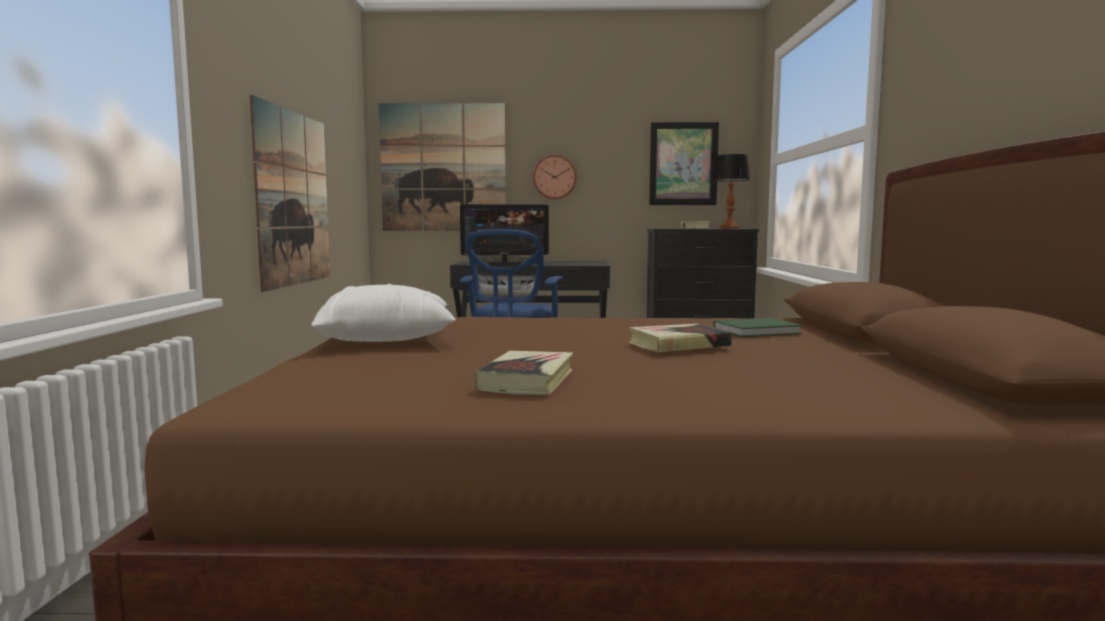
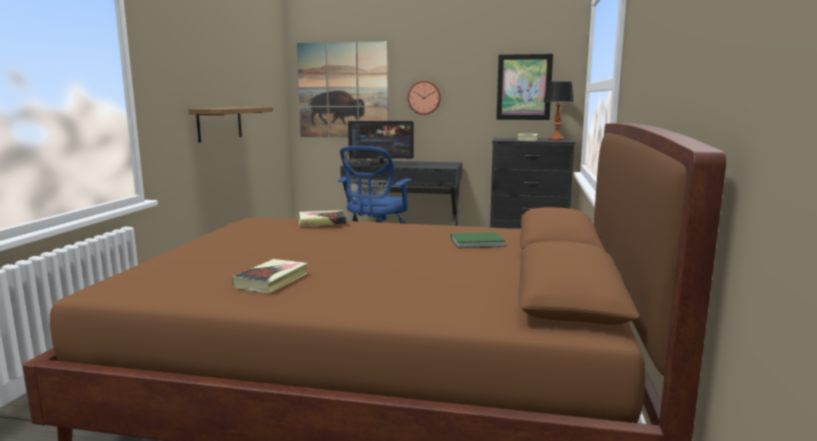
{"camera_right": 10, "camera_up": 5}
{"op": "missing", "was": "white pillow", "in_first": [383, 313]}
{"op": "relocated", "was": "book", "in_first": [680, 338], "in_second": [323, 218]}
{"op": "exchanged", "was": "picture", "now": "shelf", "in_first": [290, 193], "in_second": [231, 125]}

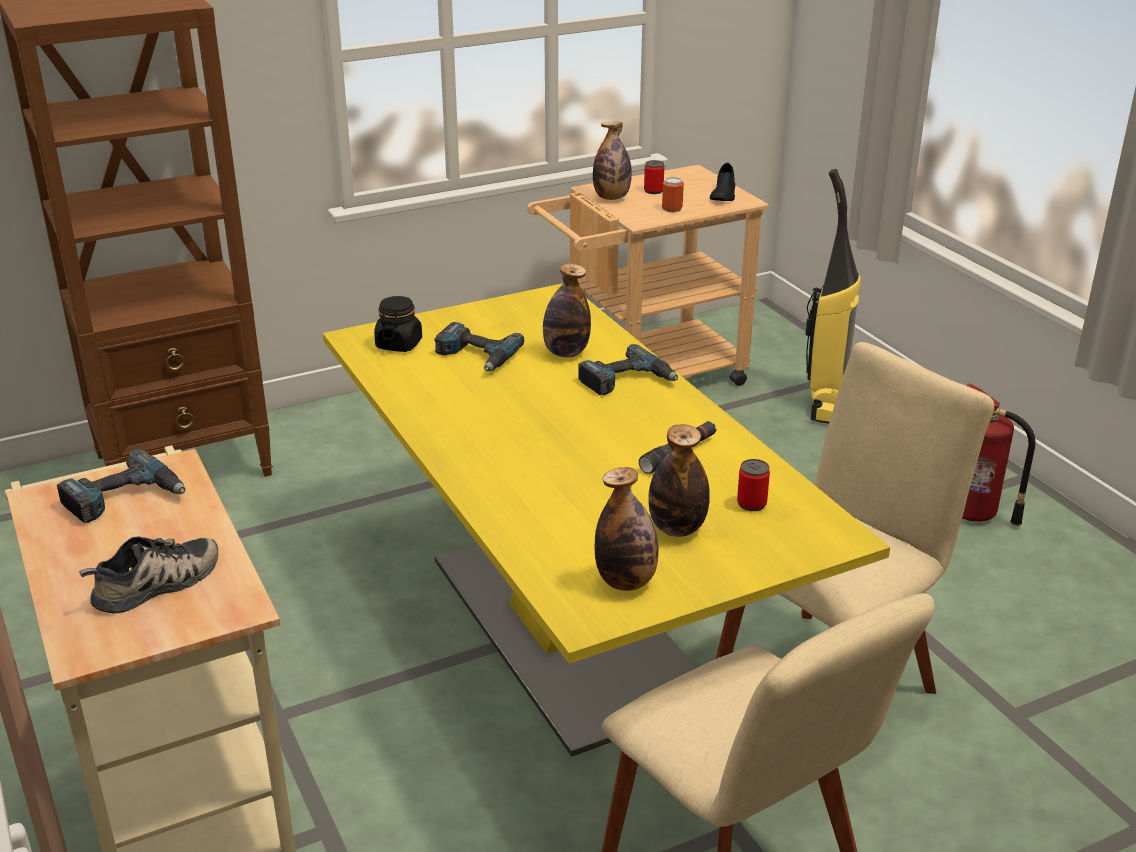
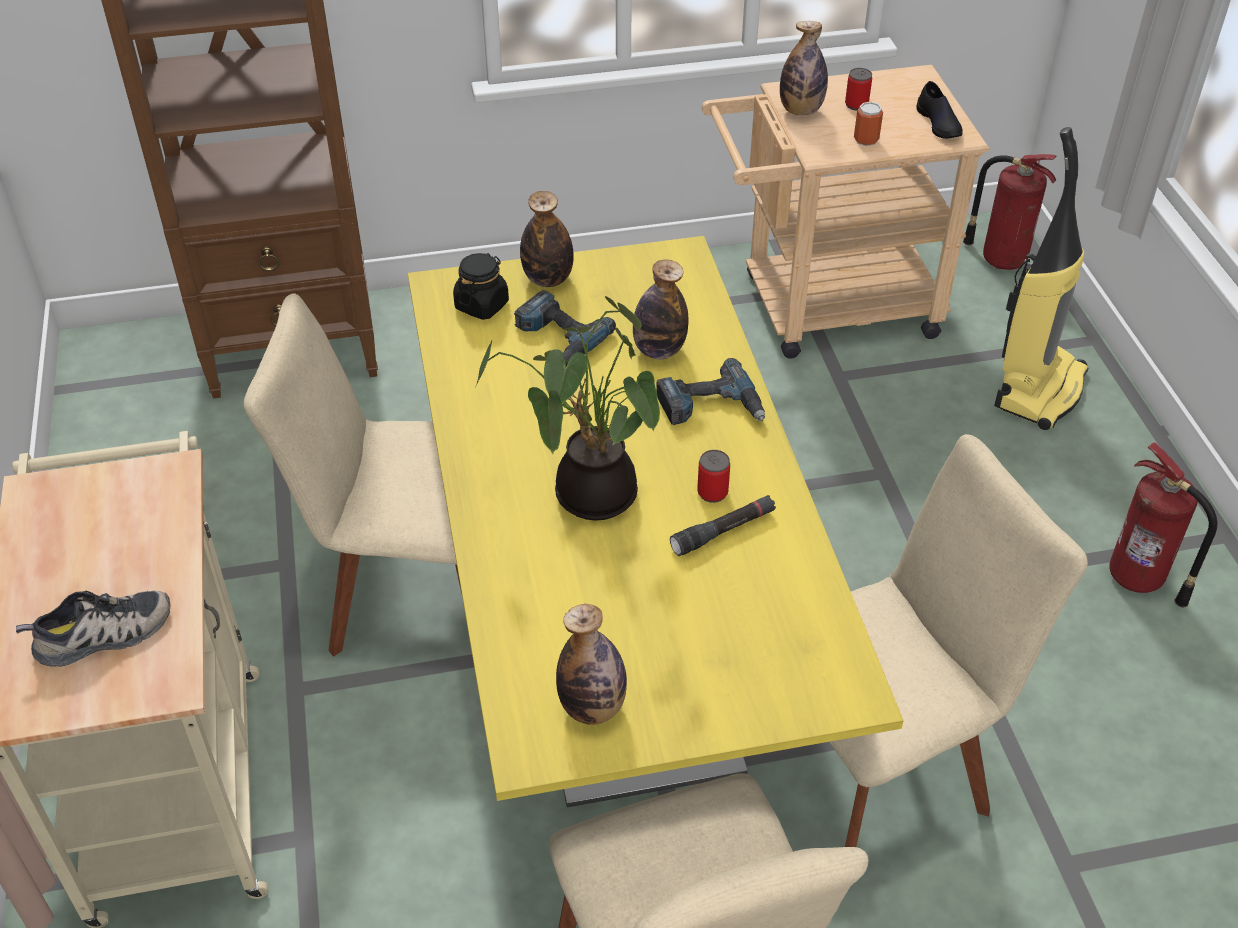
{"camera_right": 15, "camera_up": 15}
{"op": "missing", "was": "power drill", "in_first": [121, 486]}
{"op": "appeared", "now": "beige chair", "in_second": [353, 475]}
{"op": "appeared", "now": "potted plant", "in_second": [568, 408]}
{"op": "appeared", "now": "fire extinguisher", "in_second": [1010, 212]}
{"op": "relocated", "was": "bottle", "in_first": [679, 480], "in_second": [547, 239]}
{"op": "relocated", "was": "can", "in_first": [753, 485], "in_second": [713, 476]}
{"op": "spun", "was": "black shoe", "in_first": [722, 182], "in_second": [939, 110], "clockwise": -45}

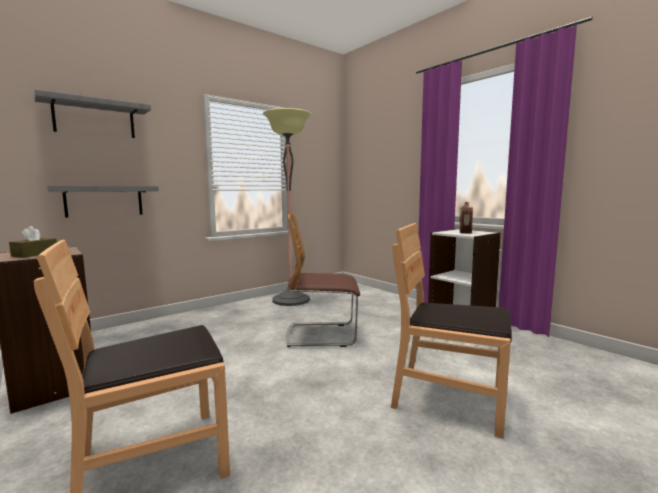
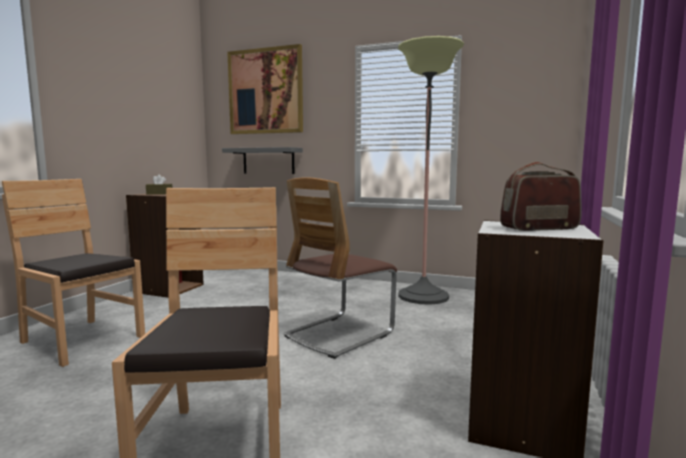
{"camera_right": 60, "camera_up": 0}
{"op": "exchanged", "was": "grey shelf", "now": "picture", "in_first": [92, 113], "in_second": [265, 89]}
{"op": "spun", "was": "chair", "in_first": [323, 280], "in_second": [340, 268], "clockwise": -105}

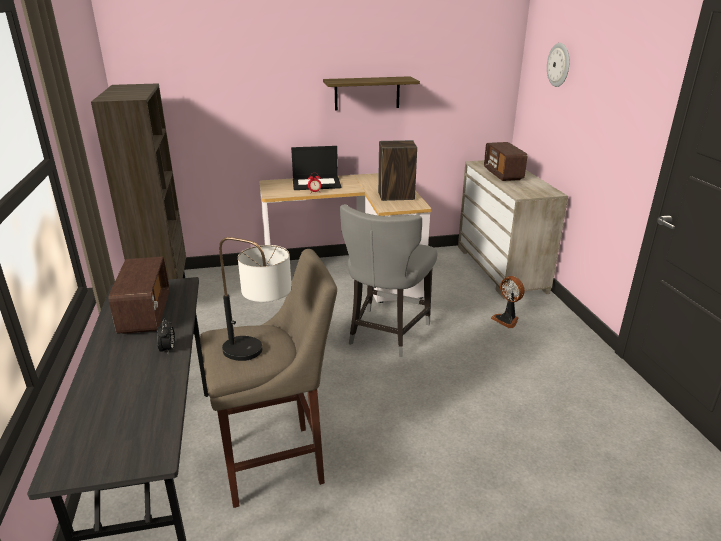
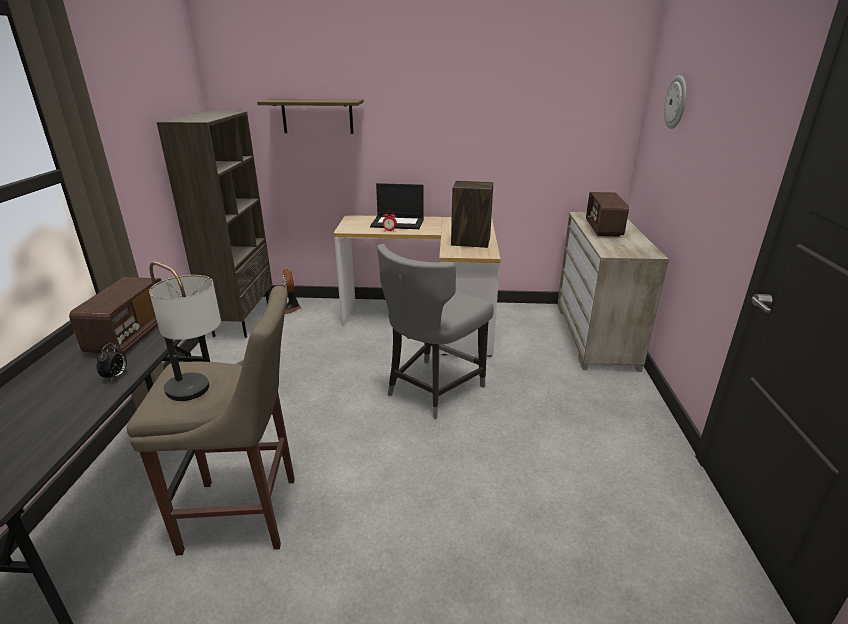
{"camera_right": 15, "camera_up": 0}
{"op": "relocated", "was": "shelf", "in_first": [371, 93], "in_second": [310, 116]}
{"op": "relocated", "was": "fan", "in_first": [508, 302], "in_second": [292, 291]}

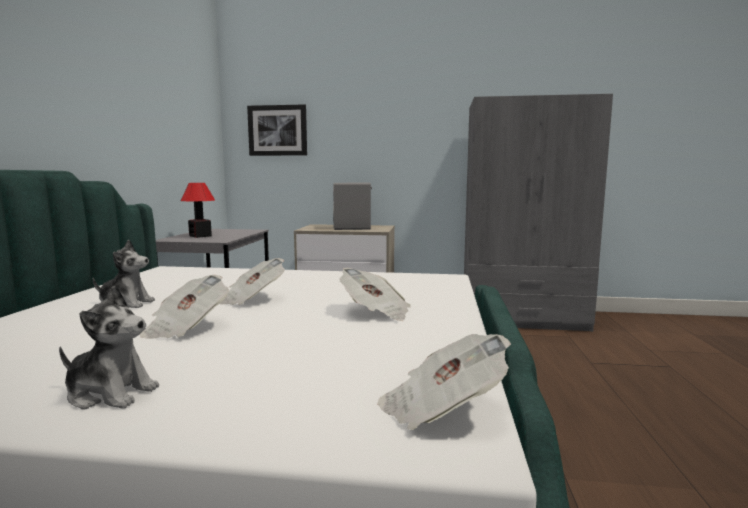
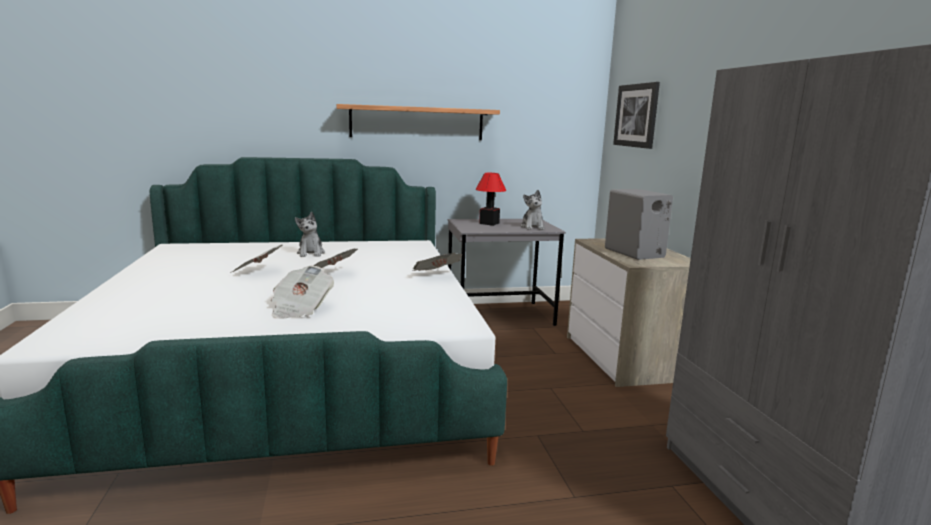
{"camera_right": 70, "camera_up": 5}
{"op": "appeared", "now": "shelf", "in_second": [418, 122]}
{"op": "relocated", "was": "plush toy", "in_first": [109, 348], "in_second": [532, 210]}
{"op": "relocated", "was": "newspaper", "in_first": [444, 382], "in_second": [437, 262]}

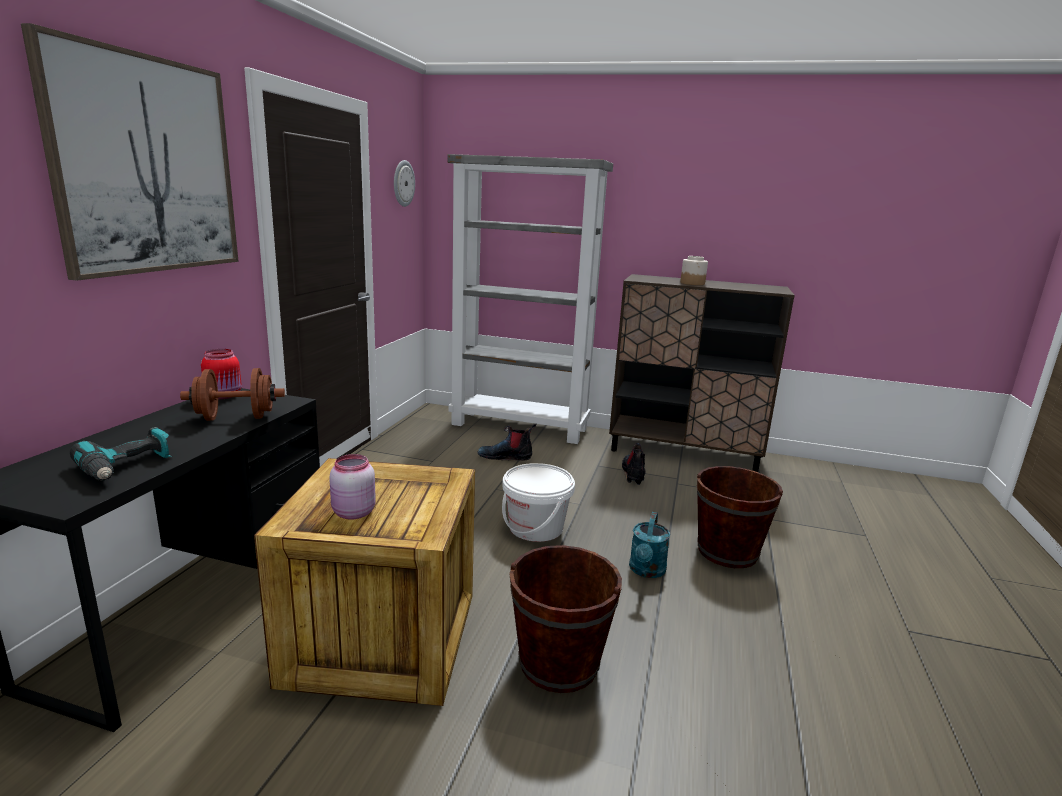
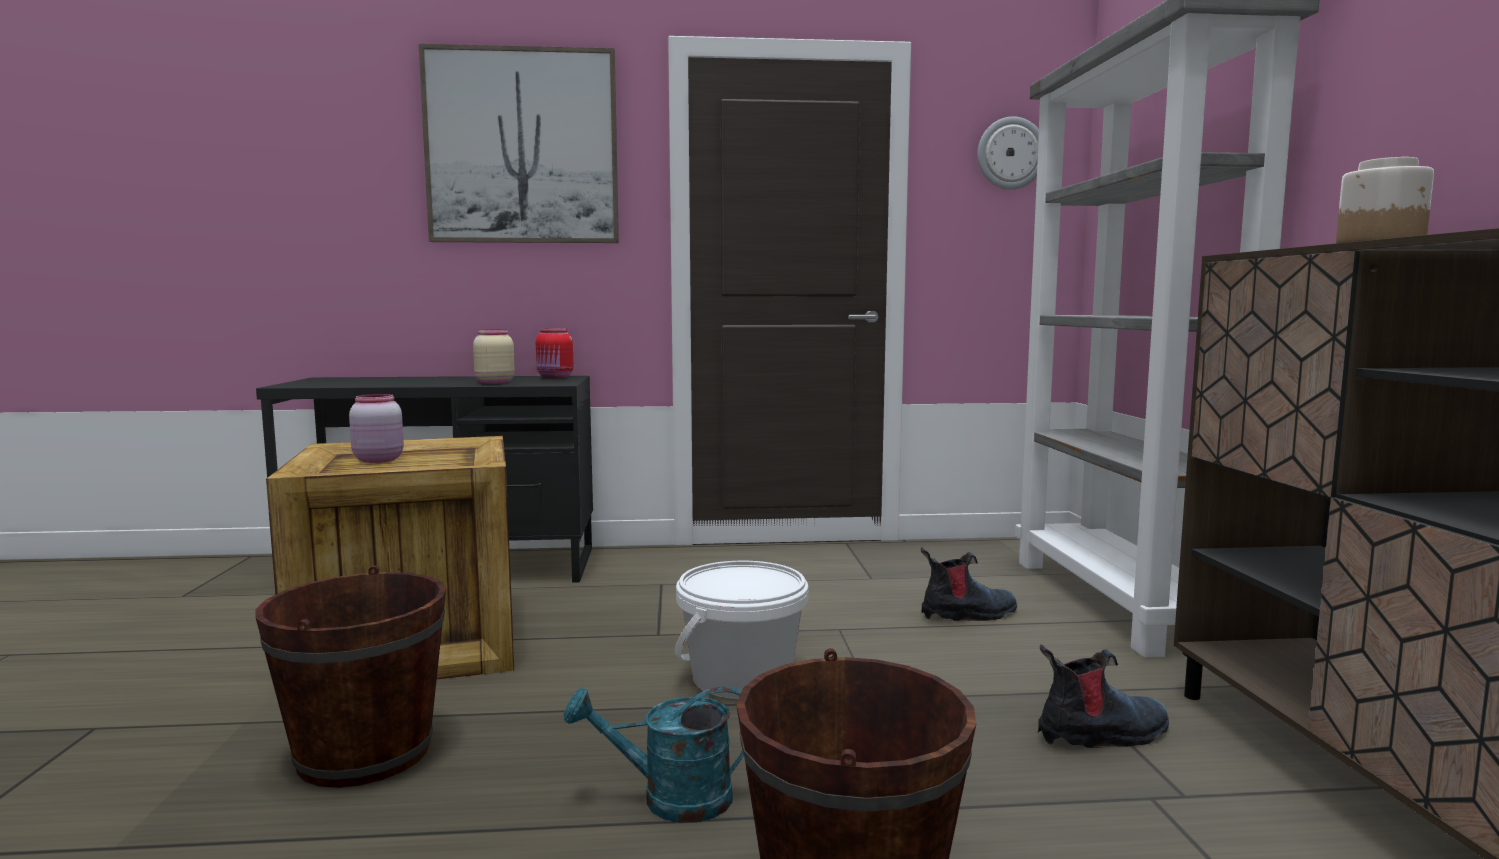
{"camera_right": 70, "camera_up": -10}
{"op": "missing", "was": "power drill", "in_first": [121, 454]}
{"op": "exchanged", "was": "brown dumbbell", "now": "beige jar", "in_first": [232, 394], "in_second": [494, 357]}
{"op": "spun", "was": "boot", "in_first": [507, 442], "in_second": [969, 584], "clockwise": 90}

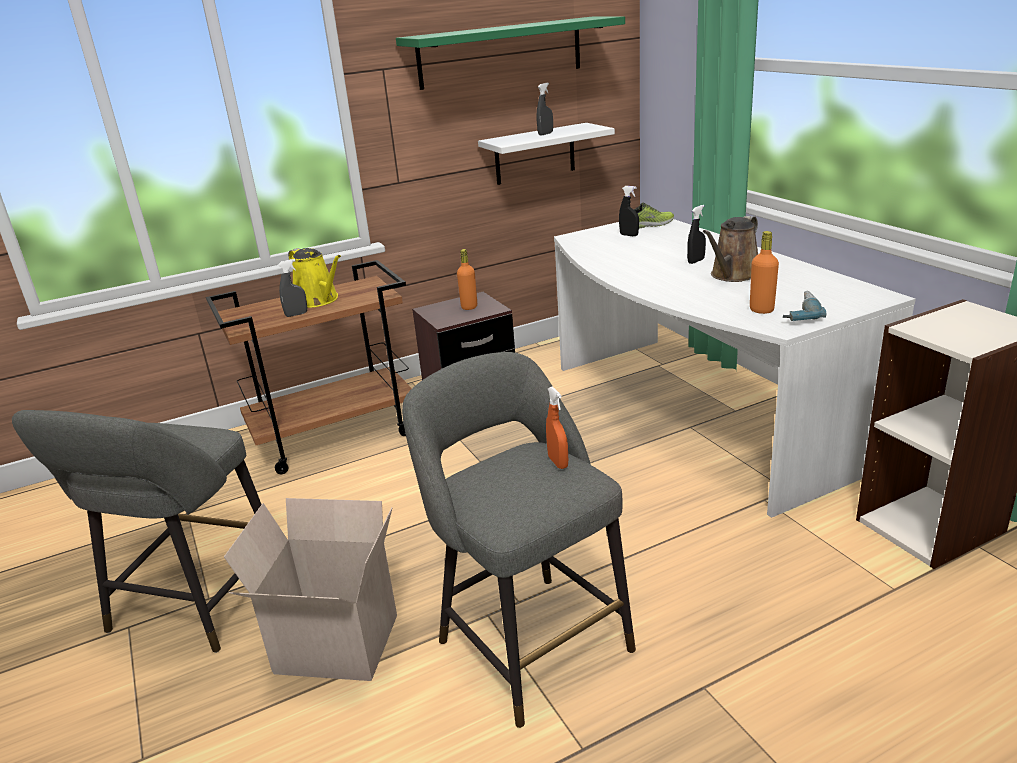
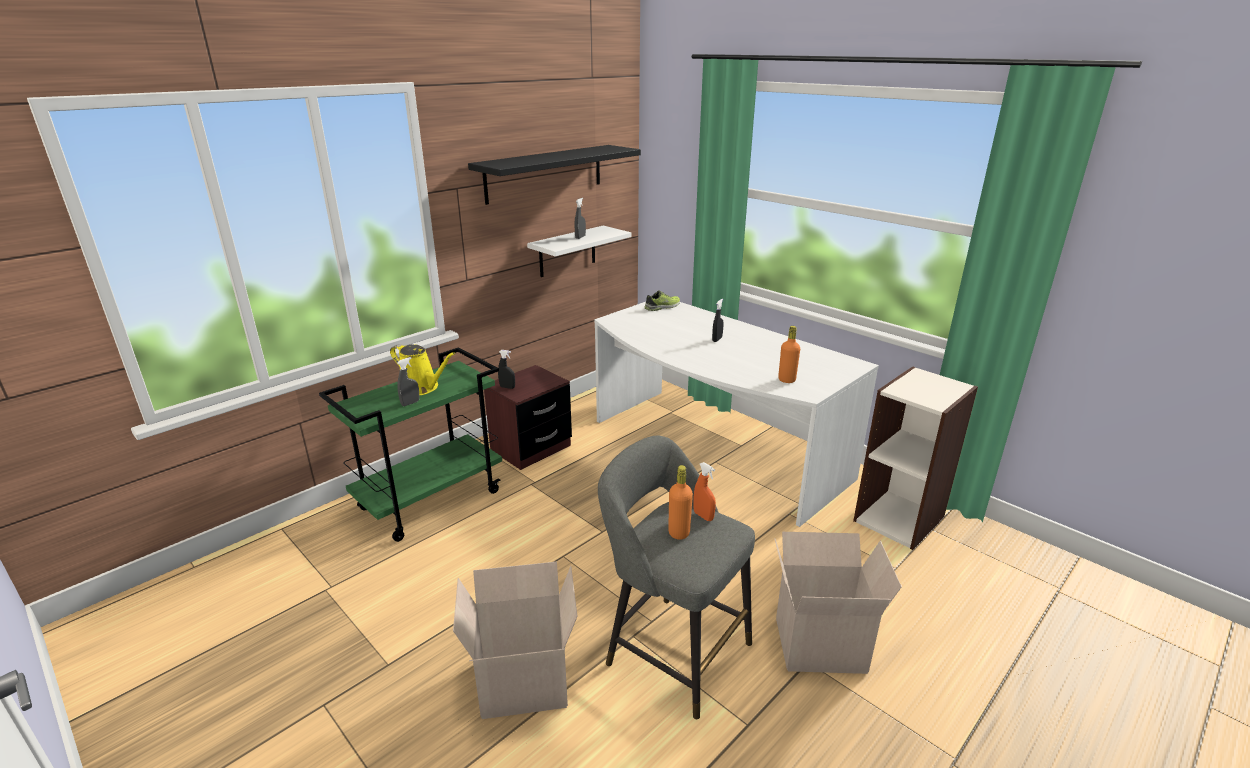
{"camera_right": -20, "camera_up": 0}
{"op": "missing", "was": "grey stool", "in_first": [137, 531]}
{"op": "missing", "was": "brown watering can", "in_first": [730, 249]}
{"op": "missing", "was": "power drill", "in_first": [804, 306]}
{"op": "appeared", "now": "cardboard box", "in_second": [838, 603]}
{"op": "relocated", "was": "orange bottle", "in_first": [467, 279], "in_second": [680, 502]}
{"op": "relocated", "was": "black spray bottle", "in_first": [629, 211], "in_second": [506, 369]}
{"op": "colour", "was": "brown cart", "now": "green cart", "in_first": [309, 367], "in_second": [410, 444]}
{"op": "colour", "was": "green shelf", "now": "black shelf", "in_first": [510, 53], "in_second": [554, 175]}

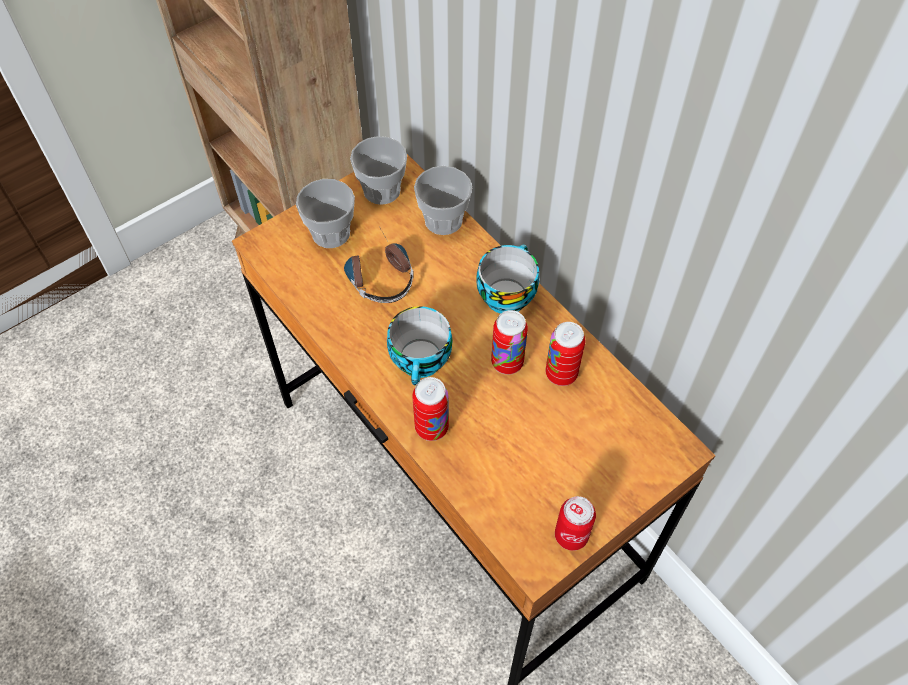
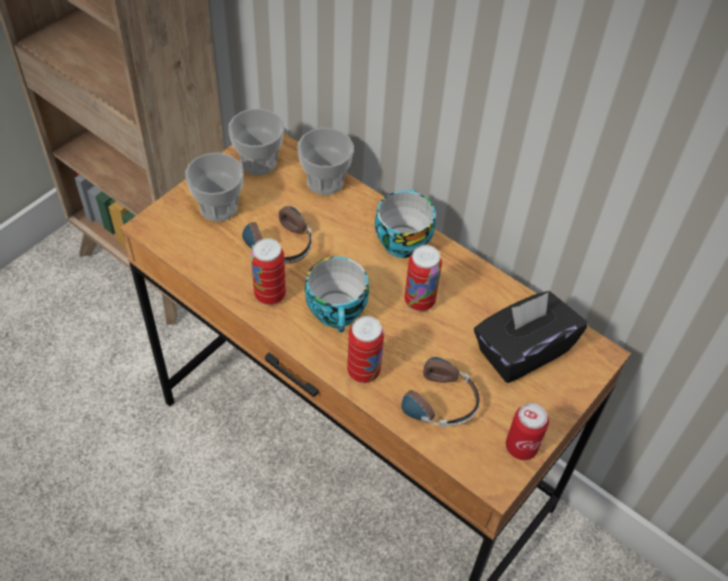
{"camera_right": -15, "camera_up": -5}
{"op": "appeared", "now": "headphones", "in_second": [437, 389]}
{"op": "appeared", "now": "black tissue box", "in_second": [530, 337]}
{"op": "relocated", "was": "can", "in_first": [565, 354], "in_second": [268, 271]}

